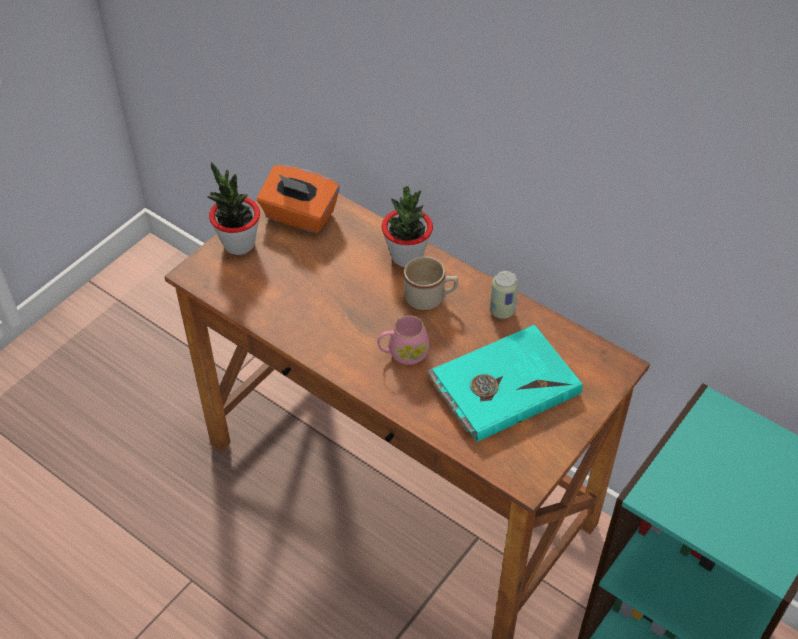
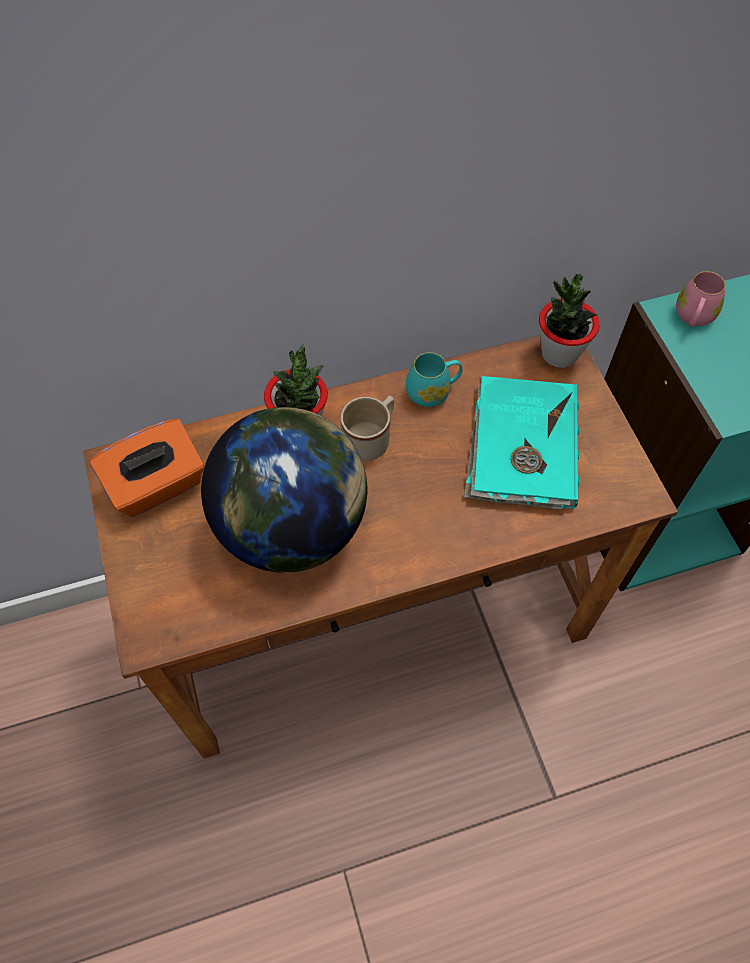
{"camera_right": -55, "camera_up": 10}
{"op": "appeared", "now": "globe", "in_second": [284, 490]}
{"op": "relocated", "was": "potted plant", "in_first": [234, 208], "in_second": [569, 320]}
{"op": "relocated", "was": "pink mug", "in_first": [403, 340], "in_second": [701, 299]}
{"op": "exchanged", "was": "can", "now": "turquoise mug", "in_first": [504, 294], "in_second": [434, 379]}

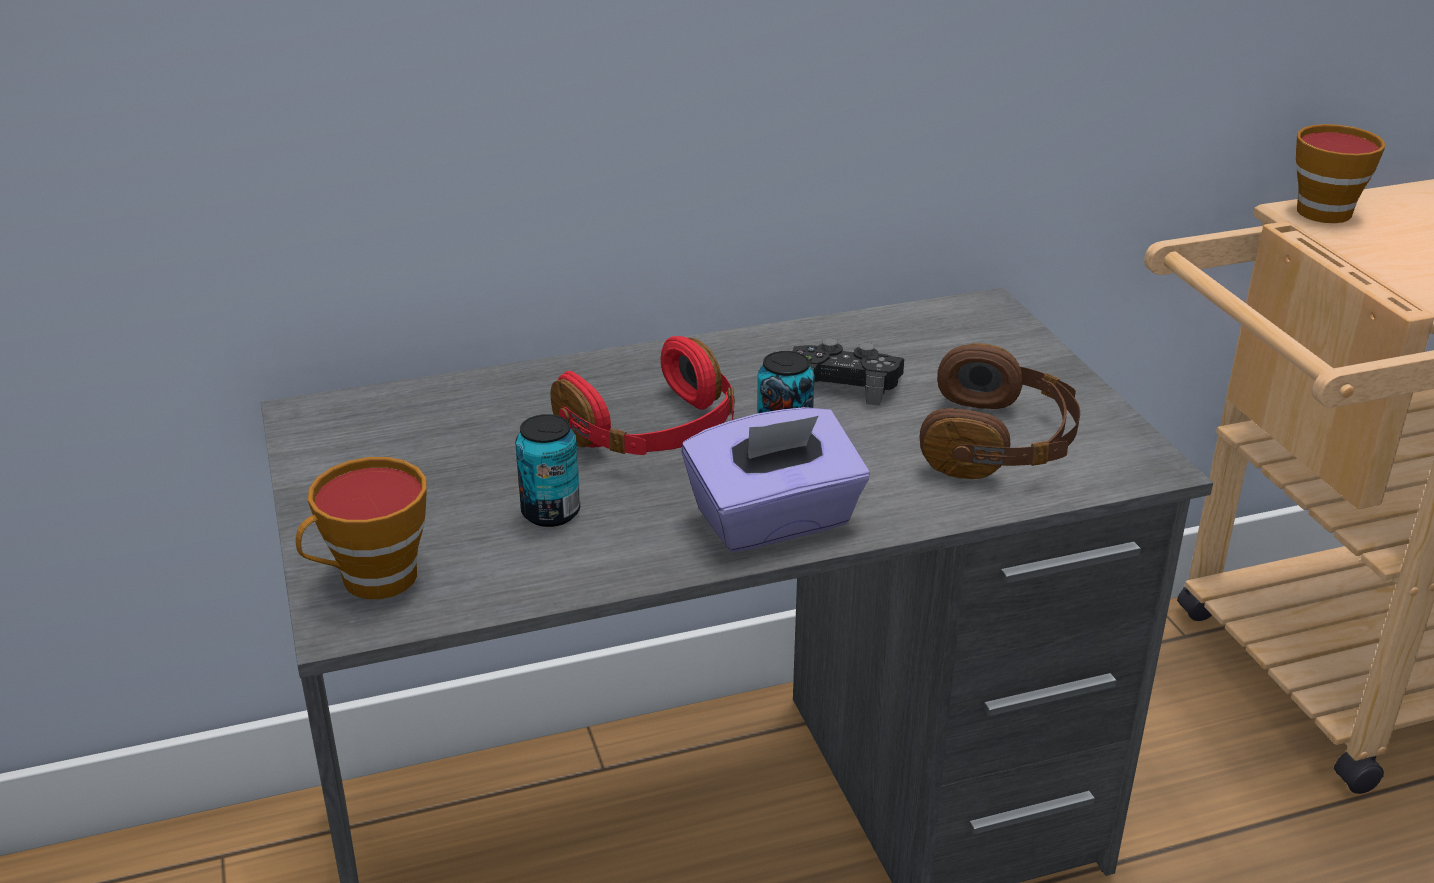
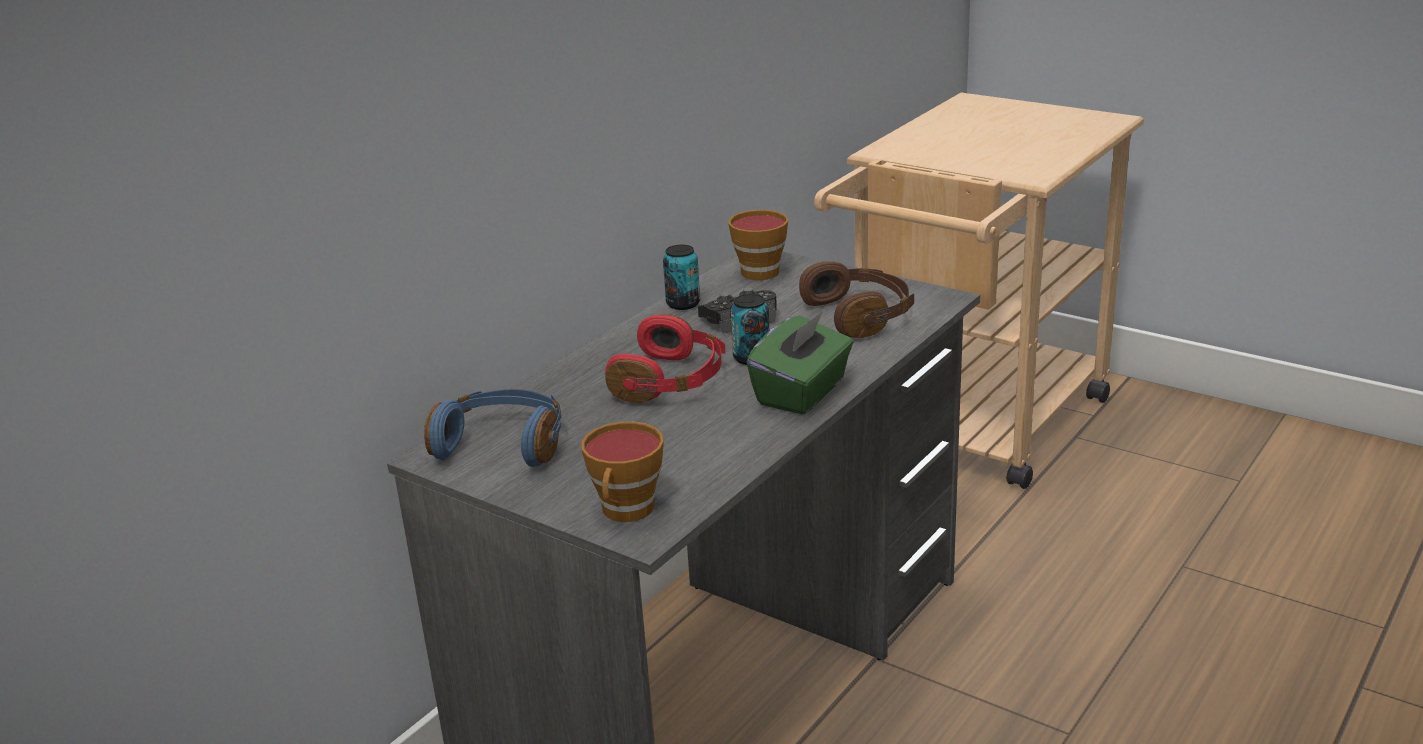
{"camera_right": -35, "camera_up": -5}
{"op": "appeared", "now": "blue headphones", "in_second": [492, 428]}
{"op": "relocated", "was": "can", "in_first": [547, 470], "in_second": [681, 277]}
{"op": "relocated", "was": "cup", "in_first": [1340, 173], "in_second": [758, 245]}
{"op": "colour", "was": "purple tissue box", "now": "green tissue box", "in_first": [775, 479], "in_second": [799, 363]}

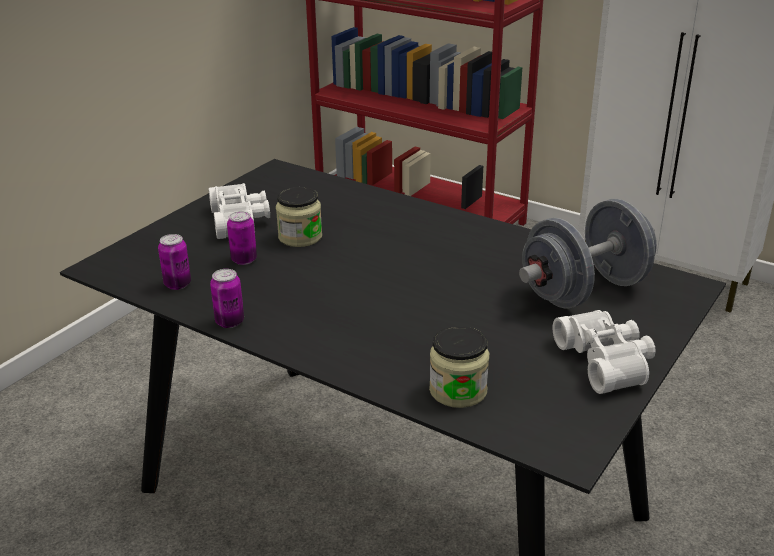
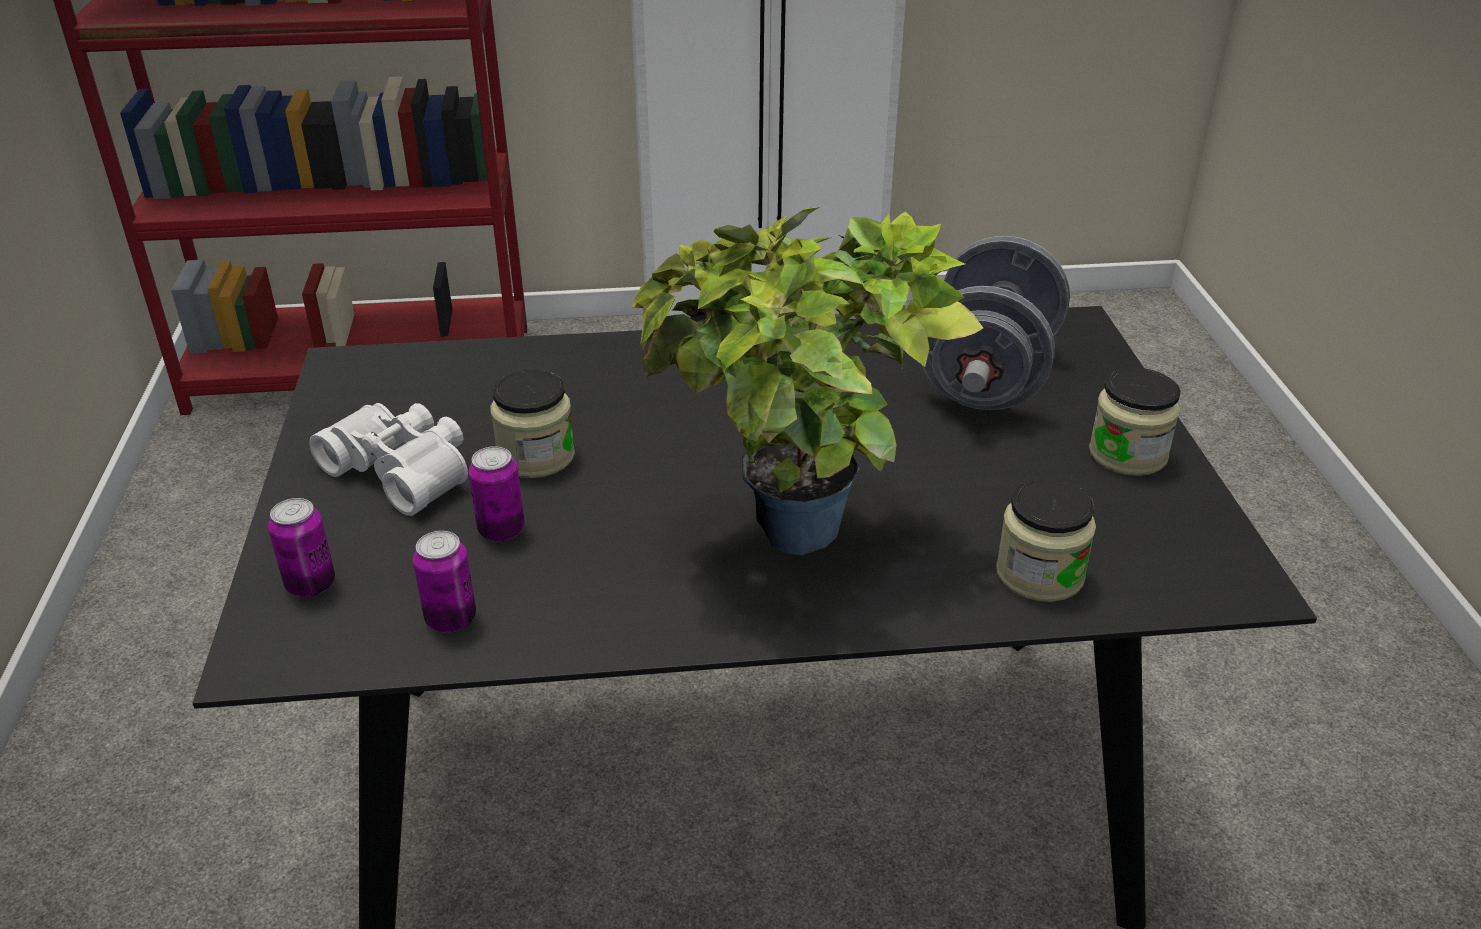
{"camera_right": -40, "camera_up": 5}
{"op": "appeared", "now": "potted plant", "in_second": [807, 381]}
{"op": "relocated", "was": "can", "in_first": [227, 298], "in_second": [301, 547]}
{"op": "exchanged", "was": "white binoculars", "now": "jar", "in_first": [604, 352], "in_second": [1135, 422]}

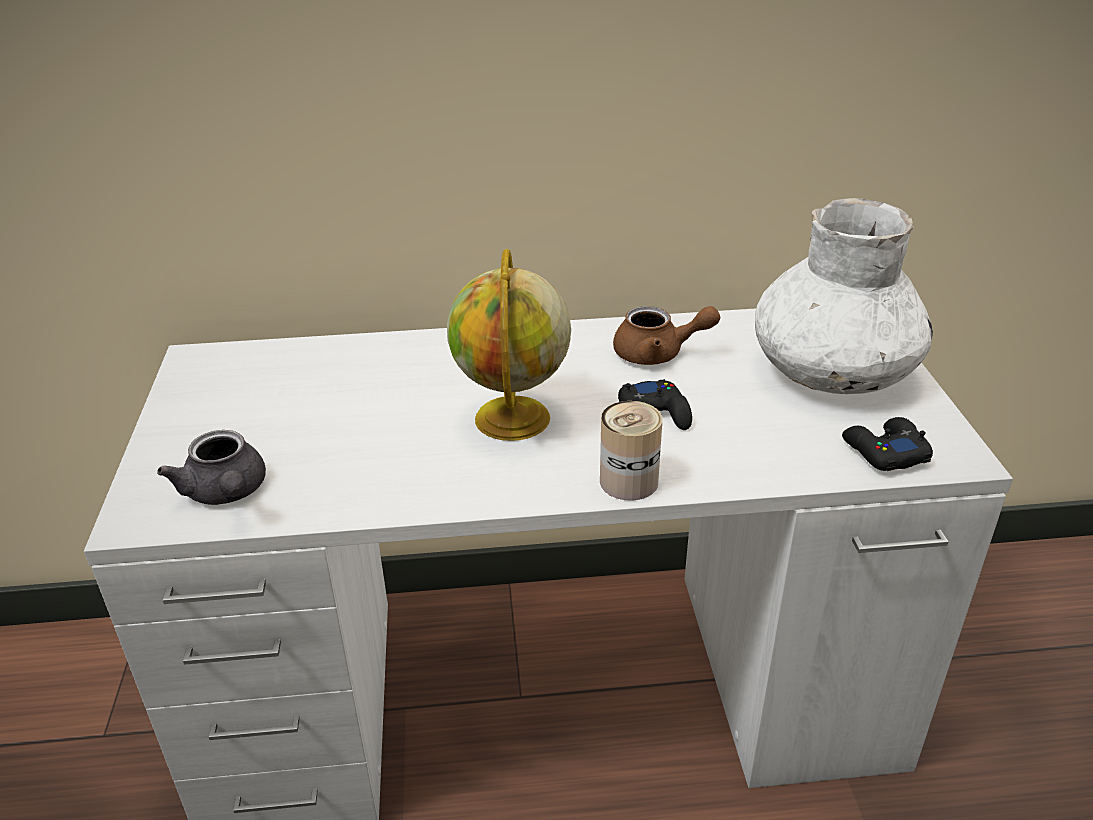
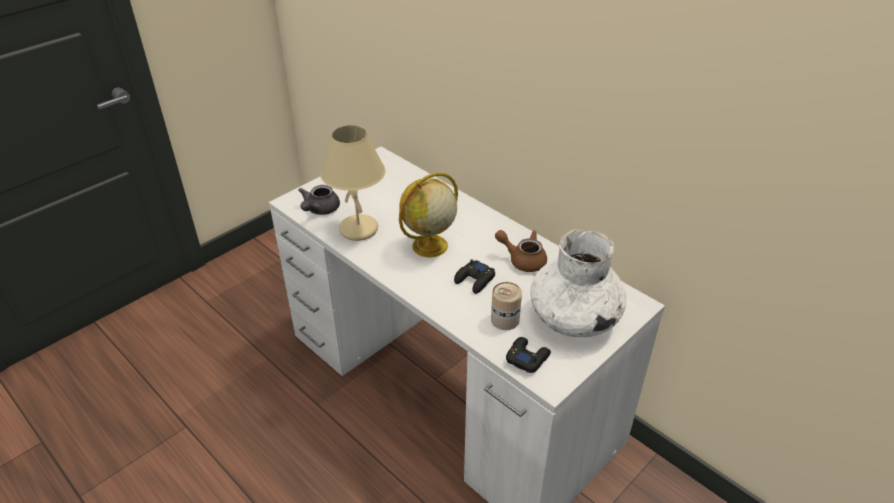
{"camera_right": 50, "camera_up": 5}
{"op": "appeared", "now": "beige table lamp", "in_second": [352, 183]}
{"op": "relocated", "was": "can", "in_first": [631, 451], "in_second": [506, 306]}
{"op": "spun", "was": "brown teapot", "in_first": [666, 335], "in_second": [521, 251], "clockwise": 150}

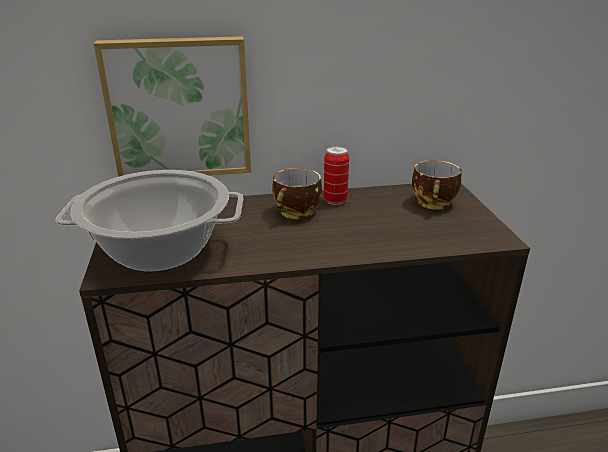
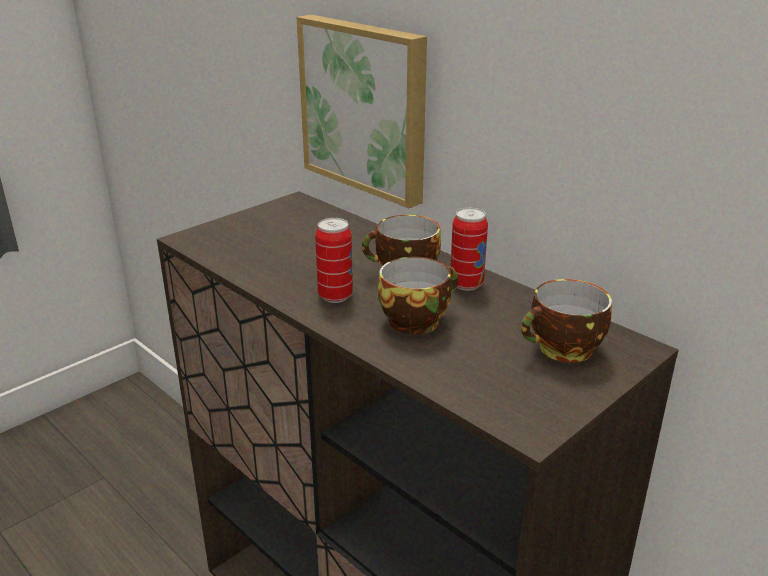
{"camera_right": 55, "camera_up": 0}
{"op": "missing", "was": "cooking pot", "in_first": [149, 221]}
{"op": "appeared", "now": "can", "in_second": [334, 260]}
{"op": "appeared", "now": "cup", "in_second": [418, 296]}

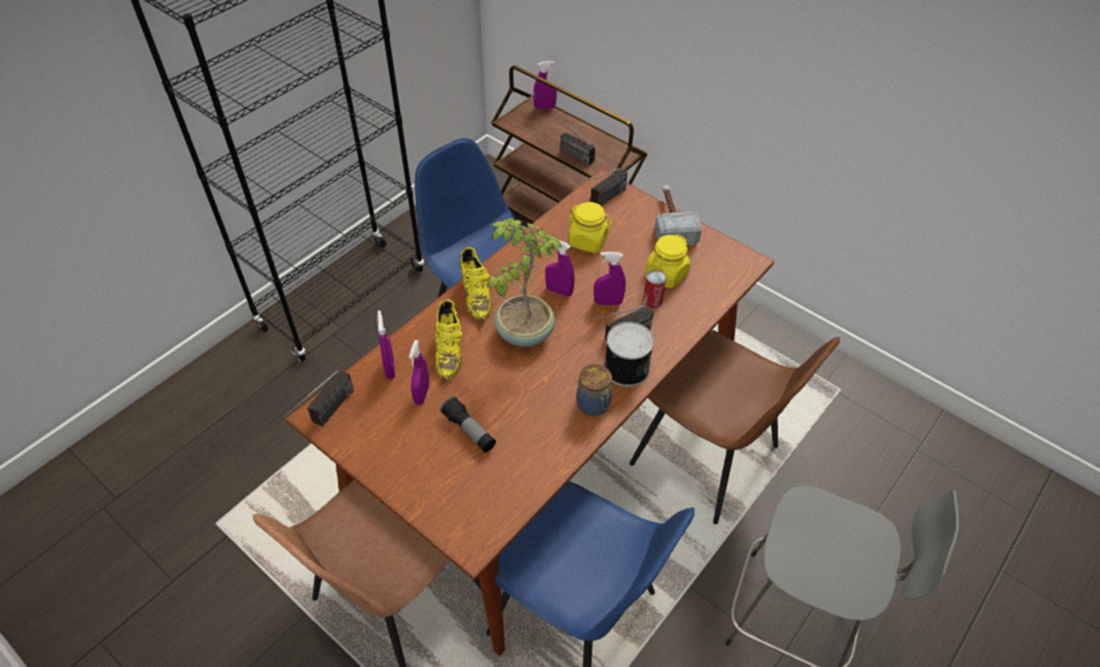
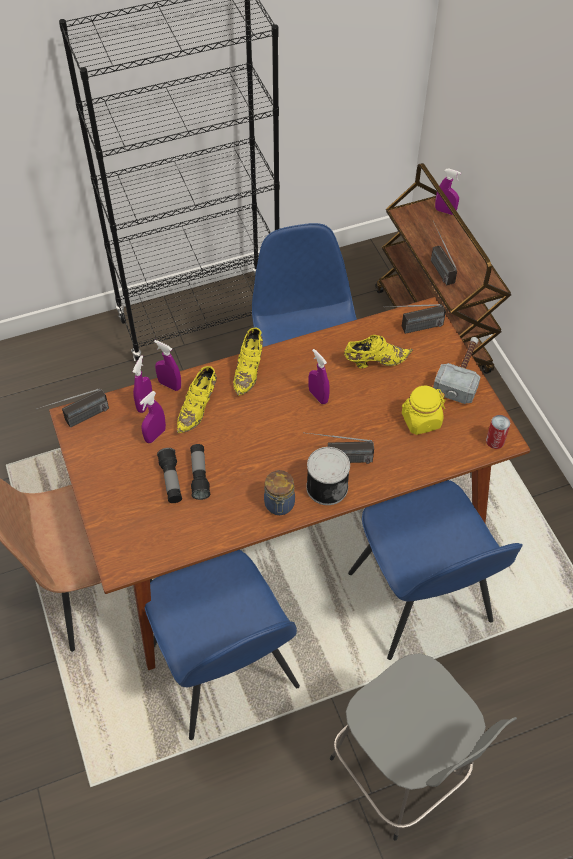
{"camera_right": 30, "camera_up": 5}
{"op": "missing", "was": "potted plant", "in_first": [525, 282]}
{"op": "appeared", "now": "flashlight", "in_second": [200, 472]}
{"op": "relocated", "was": "purple spray bottle", "in_first": [610, 278], "in_second": [167, 365]}
{"op": "relocated", "was": "can", "in_first": [654, 289], "in_second": [498, 432]}
{"op": "exchanged", "was": "yellow jar", "now": "yellow shoe", "in_first": [590, 227], "in_second": [378, 351]}
{"op": "colour", "was": "brown chair", "now": "blue chair", "in_first": [734, 427], "in_second": [435, 570]}

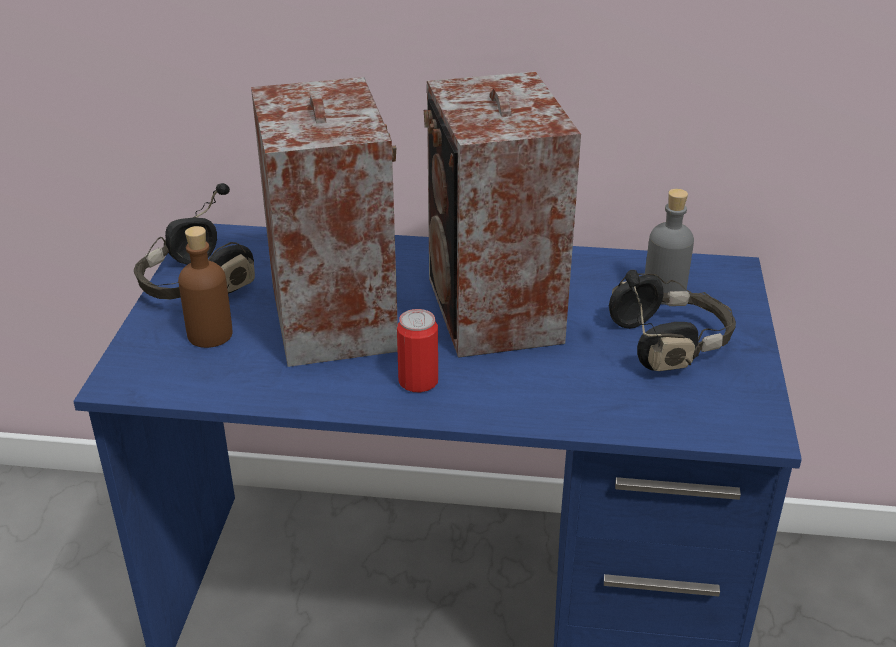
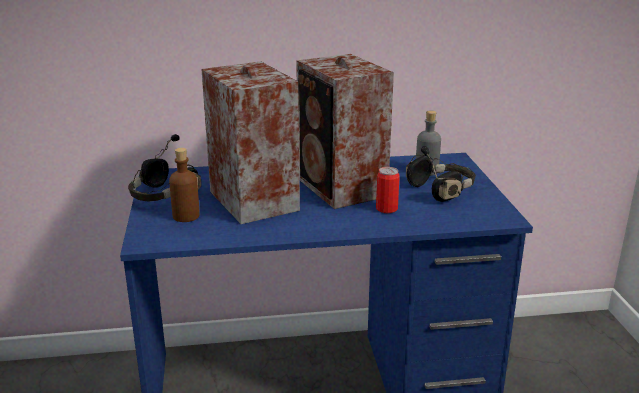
{"camera_right": -15, "camera_up": -10}
{"op": "relocated", "was": "can", "in_first": [417, 350], "in_second": [388, 190]}

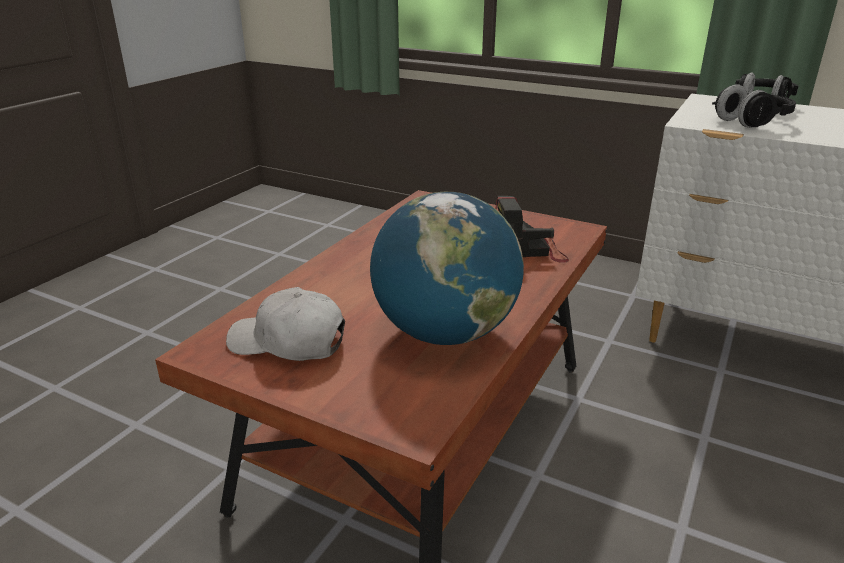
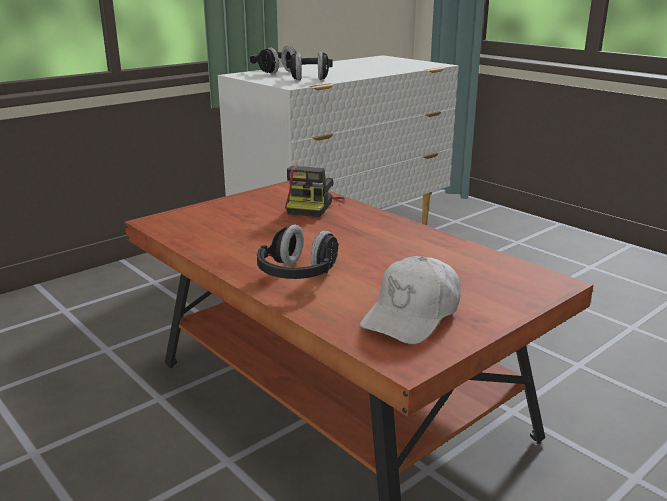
{"camera_right": -70, "camera_up": -5}
{"op": "missing", "was": "globe", "in_first": [447, 268]}
{"op": "appeared", "now": "black headphones", "in_second": [298, 252]}

